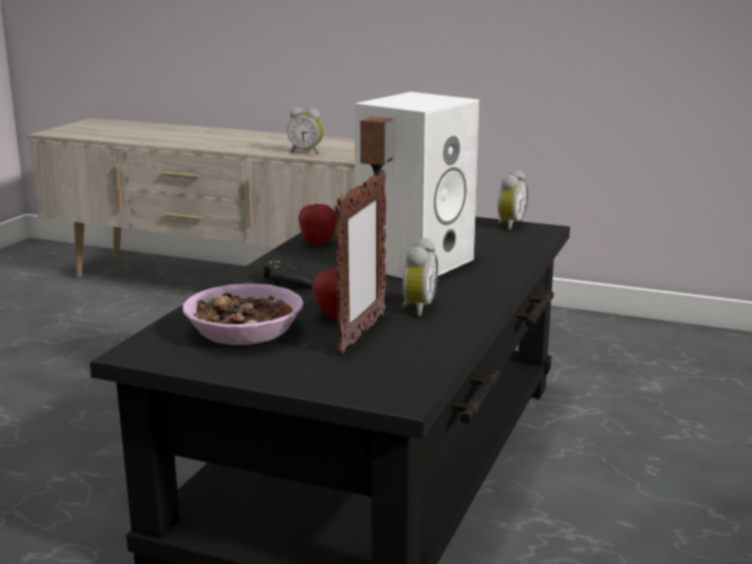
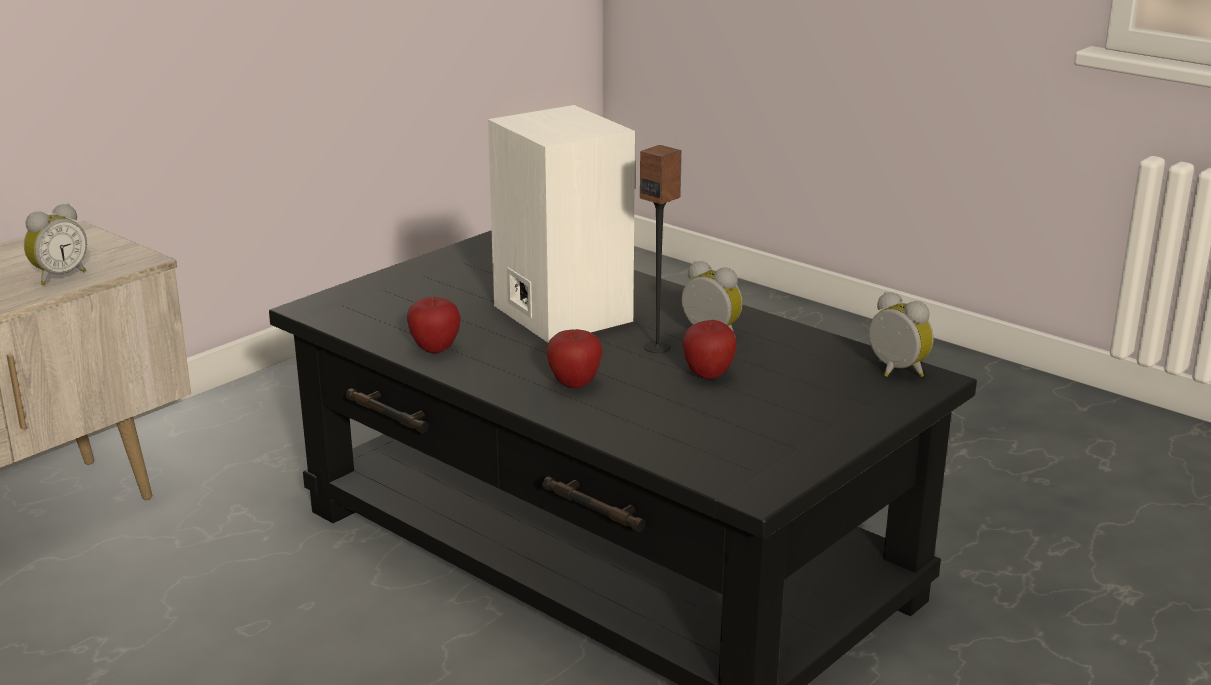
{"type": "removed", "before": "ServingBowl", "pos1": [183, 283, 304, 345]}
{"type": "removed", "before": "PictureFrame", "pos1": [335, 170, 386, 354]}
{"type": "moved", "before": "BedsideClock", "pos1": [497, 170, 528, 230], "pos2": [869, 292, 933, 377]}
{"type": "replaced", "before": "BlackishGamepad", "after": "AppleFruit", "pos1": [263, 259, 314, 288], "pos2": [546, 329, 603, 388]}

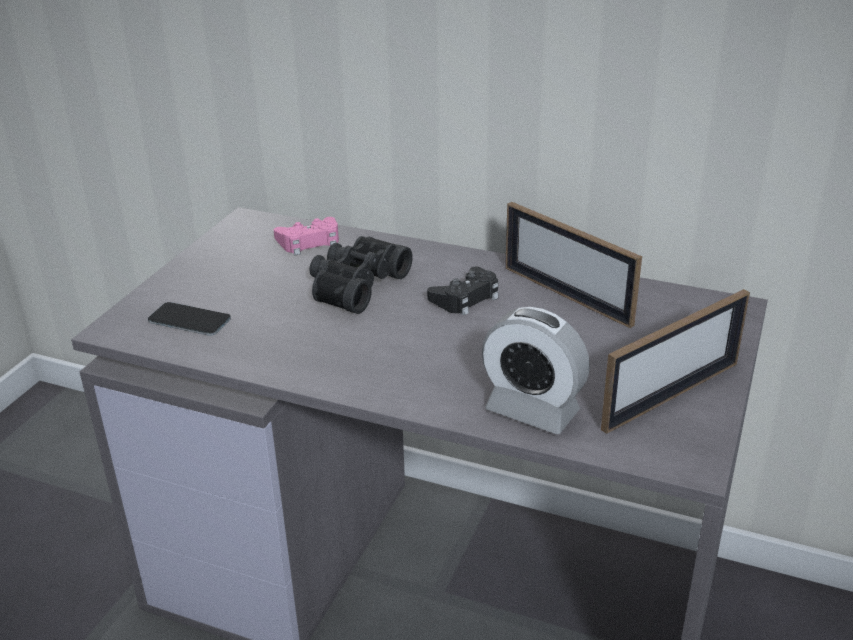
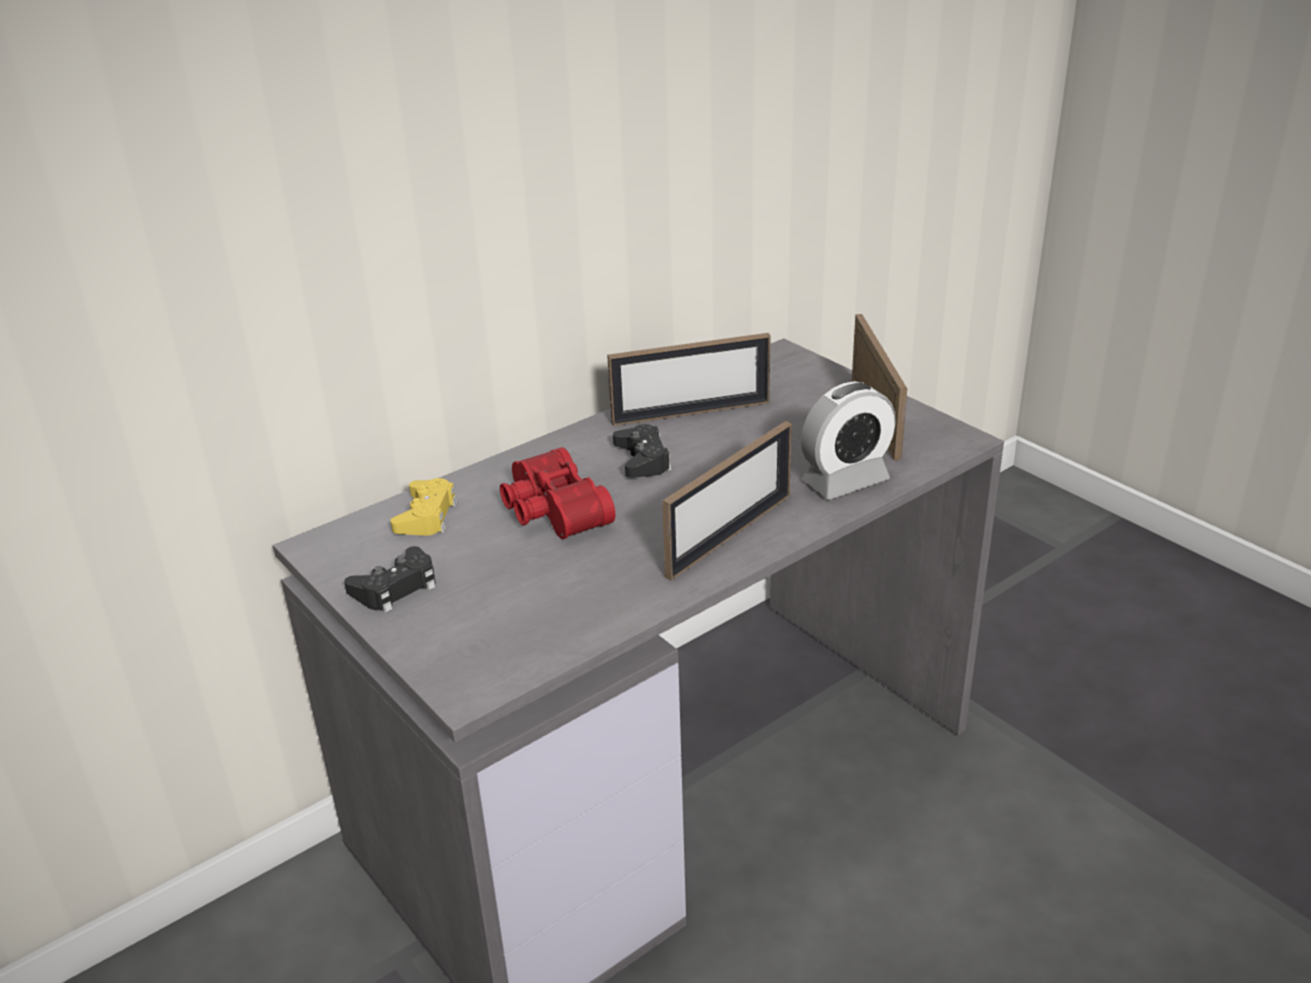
{"type": "removed", "before": "Phone", "pos1": [148, 302, 231, 336]}
{"type": "added", "after": "BlackishGamepad", "pos2": [344, 546, 436, 613]}
{"type": "added", "after": "PictureFrame", "pos2": [662, 421, 792, 580]}
{"type": "recoloured", "before": "PinkColouredGamepad", "after": "YellowColouredGamepad", "pos1": [274, 217, 339, 255], "pos2": [390, 478, 458, 536]}
{"type": "recoloured", "before": "BlackishFieldGlasses", "after": "ReddishFieldGlasses", "pos1": [309, 236, 413, 314], "pos2": [500, 447, 615, 539]}

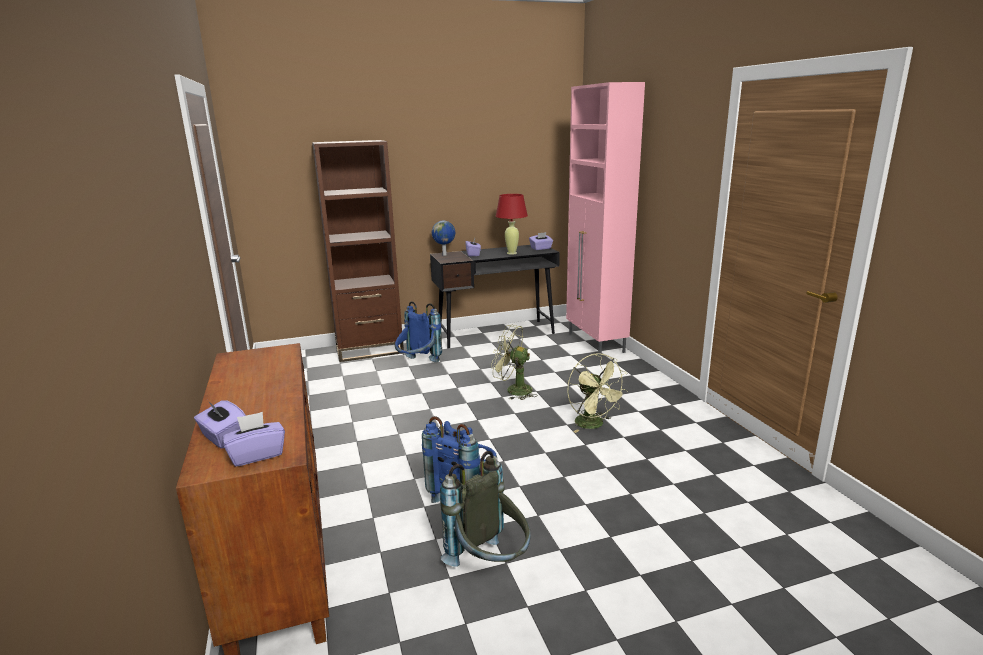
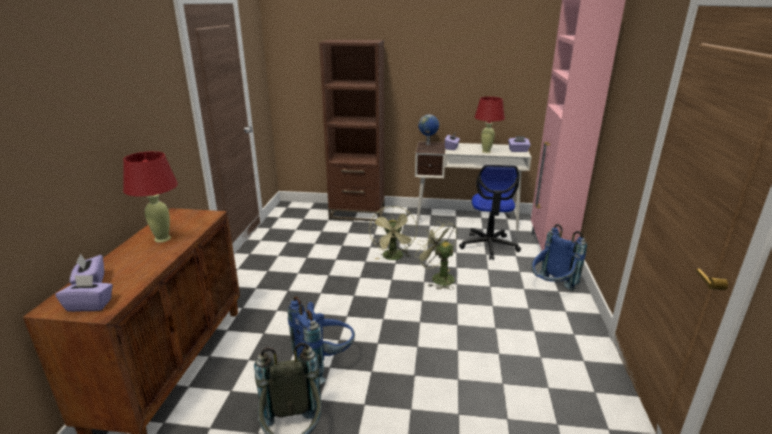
{"type": "added", "after": "ReddishTabletopLamp", "pos2": [123, 151, 178, 243]}
{"type": "added", "after": "DeskChair", "pos2": [459, 165, 521, 260]}
{"type": "moved", "before": "BlueRucksack", "pos1": [395, 301, 442, 362], "pos2": [531, 224, 587, 291]}
{"type": "moved", "before": "GreenColouredFan", "pos1": [567, 353, 628, 433], "pos2": [369, 206, 417, 260]}
{"type": "recoloured", "before": "BlackishDeskUnit", "after": "WhitishDeskUnit", "pos1": [430, 245, 560, 348], "pos2": [415, 142, 532, 231]}

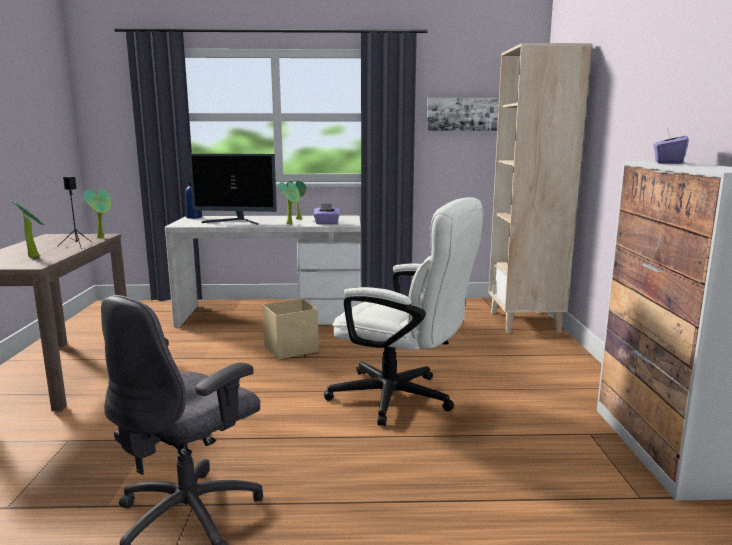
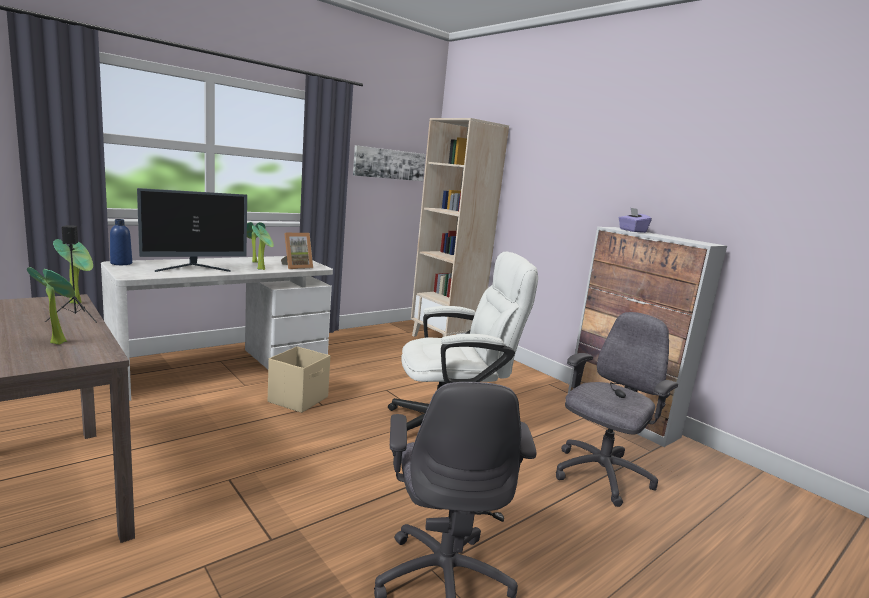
{"type": "added", "after": "GreyishDeskChair", "pos2": [556, 312, 678, 507]}
{"type": "replaced", "before": "PurpleColouredTissueHolder", "after": "PictureFrame", "pos1": [313, 204, 340, 224], "pos2": [281, 233, 313, 269]}

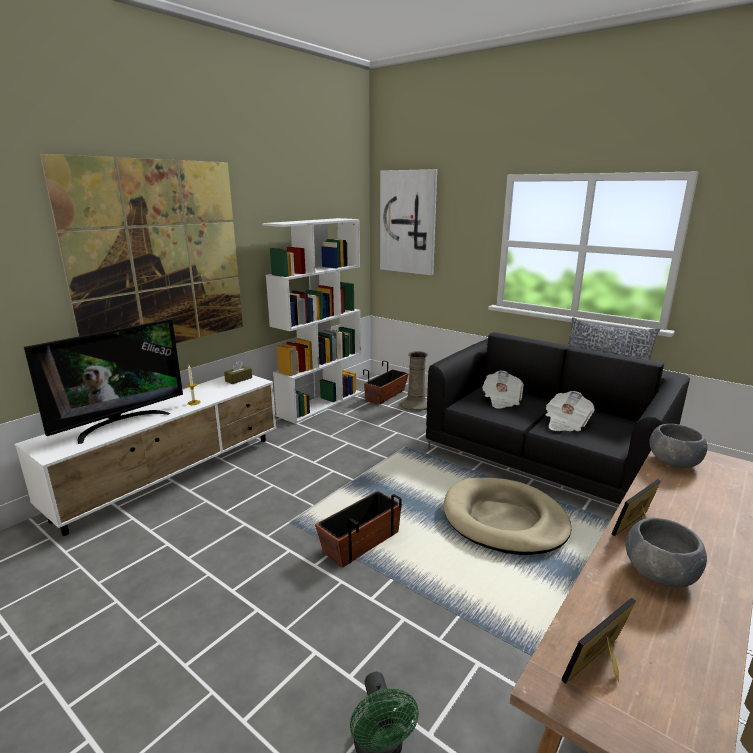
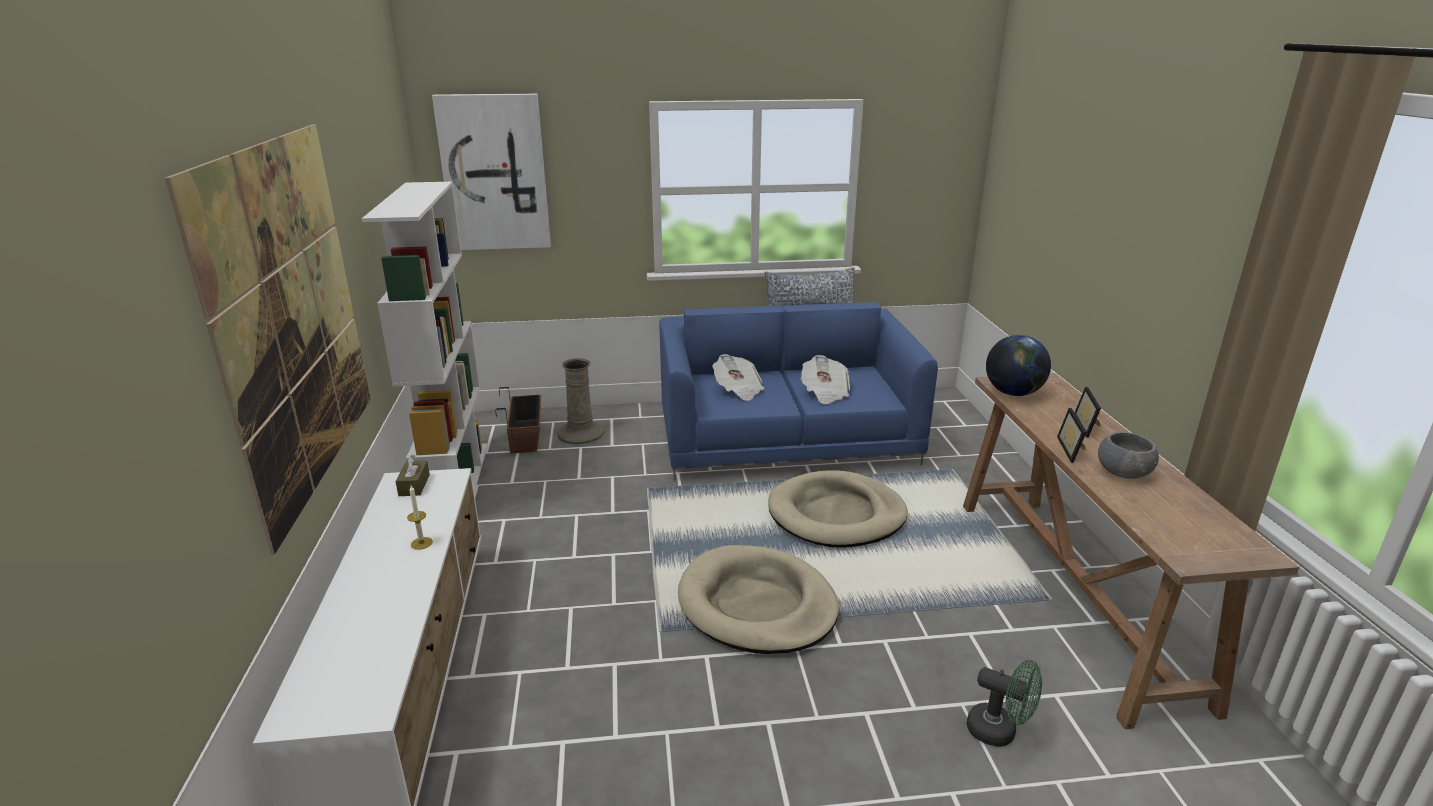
{"type": "removed", "before": "Television", "pos1": [24, 319, 183, 444]}
{"type": "moved", "before": "PictureFrame", "pos1": [562, 598, 636, 684], "pos2": [1074, 387, 1101, 438]}
{"type": "replaced", "before": "FlowerPot", "after": "SandColouredPetBed", "pos1": [315, 491, 402, 568], "pos2": [678, 545, 839, 654]}
{"type": "replaced", "before": "GreyishServingBowl", "after": "Globe", "pos1": [649, 424, 708, 468], "pos2": [986, 335, 1051, 396]}
{"type": "recoloured", "before": "BlackishCouch", "after": "BlueCouch", "pos1": [426, 332, 690, 505], "pos2": [659, 302, 938, 480]}

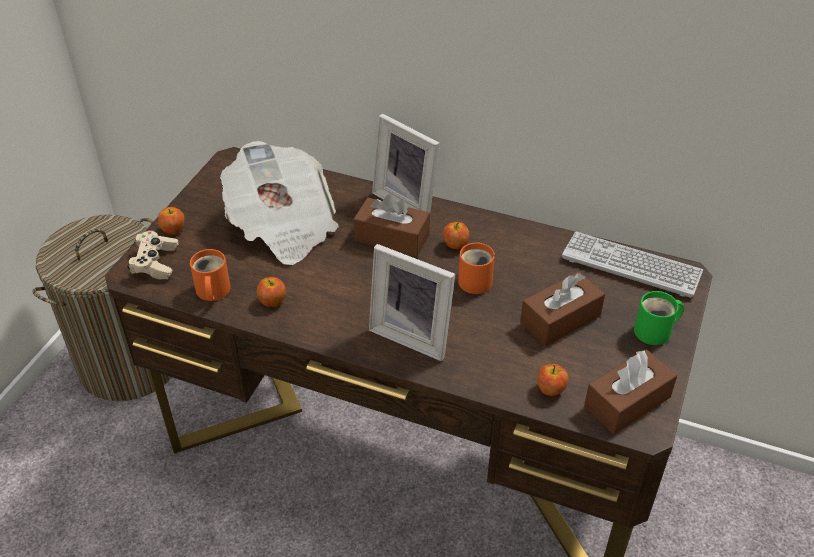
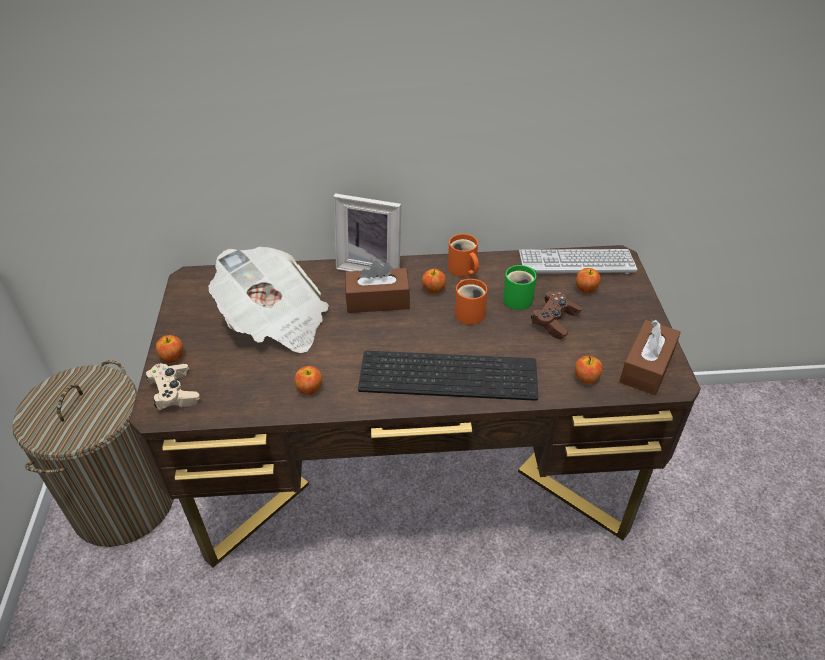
{"type": "added", "after": "AppleFruit", "pos2": [576, 268, 601, 293]}
{"type": "moved", "before": "OrangeyMug", "pos1": [190, 249, 230, 301], "pos2": [448, 234, 479, 277]}
{"type": "moved", "before": "GreenColouredMug", "pos1": [634, 291, 684, 345], "pos2": [503, 265, 536, 310]}
{"type": "replaced", "before": "PictureFrame", "after": "Keyboard", "pos1": [369, 244, 455, 361], "pos2": [358, 351, 538, 401]}
{"type": "replaced", "before": "BrownishTissueHolder", "after": "BrownishGamepad", "pos1": [520, 272, 605, 346], "pos2": [531, 291, 582, 340]}

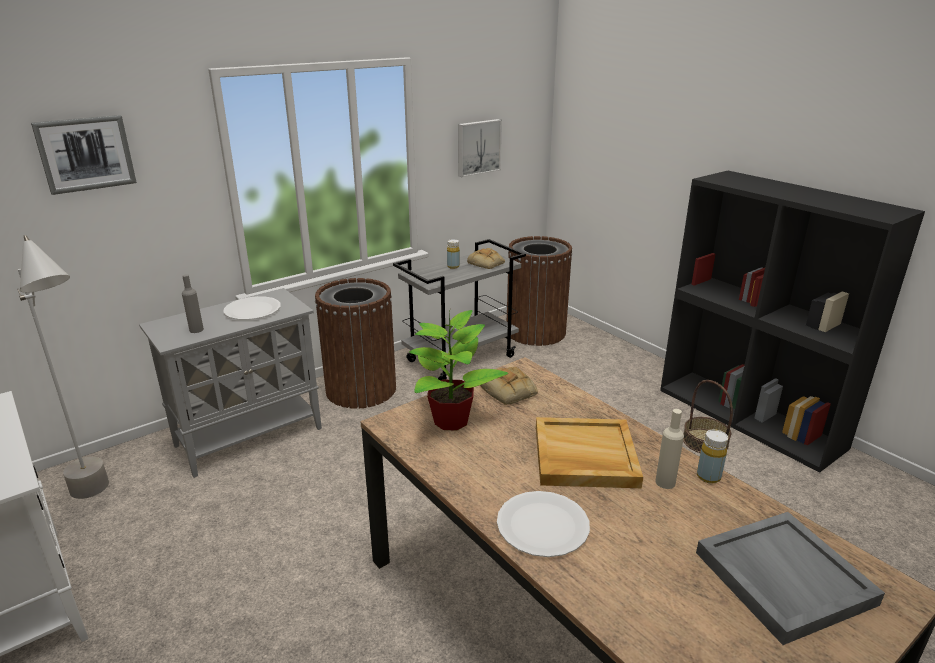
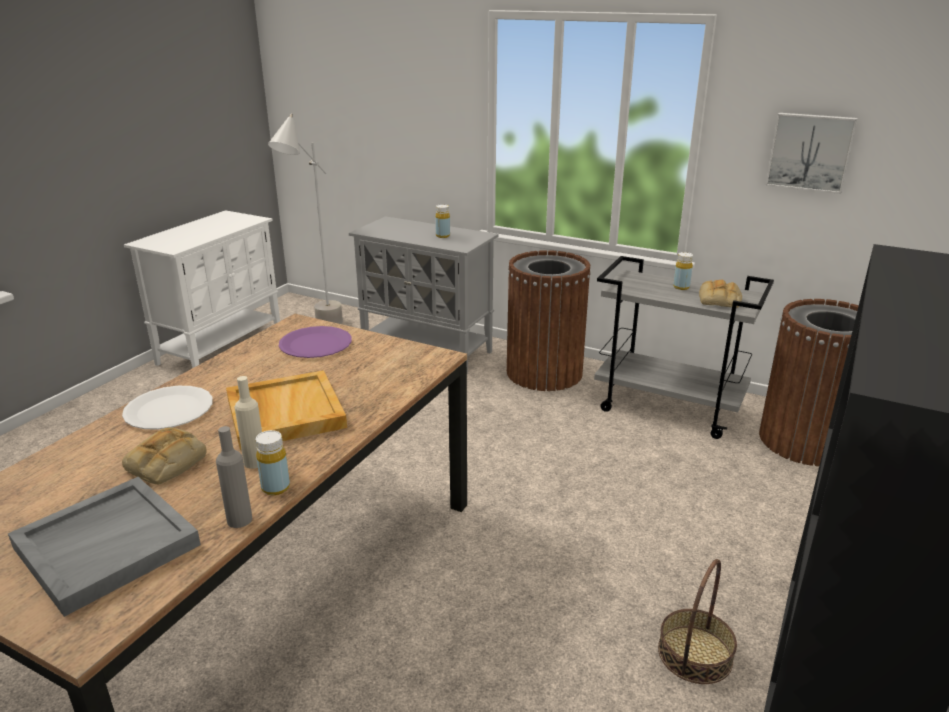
{"type": "removed", "before": "WallArt", "pos1": [31, 115, 137, 195]}
{"type": "moved", "before": "GreyishDrinkBottle", "pos1": [182, 274, 204, 333], "pos2": [216, 426, 252, 528]}
{"type": "moved", "before": "Bread", "pos1": [480, 367, 538, 405], "pos2": [122, 427, 207, 484]}
{"type": "replaced", "before": "WhitishFlatDish", "after": "YellowColouredDrinkBottle", "pos1": [223, 296, 281, 320], "pos2": [435, 204, 450, 238]}
{"type": "replaced", "before": "PlantInAPot", "after": "PurpleColouredFlatDish", "pos1": [409, 310, 508, 430], "pos2": [279, 326, 352, 358]}

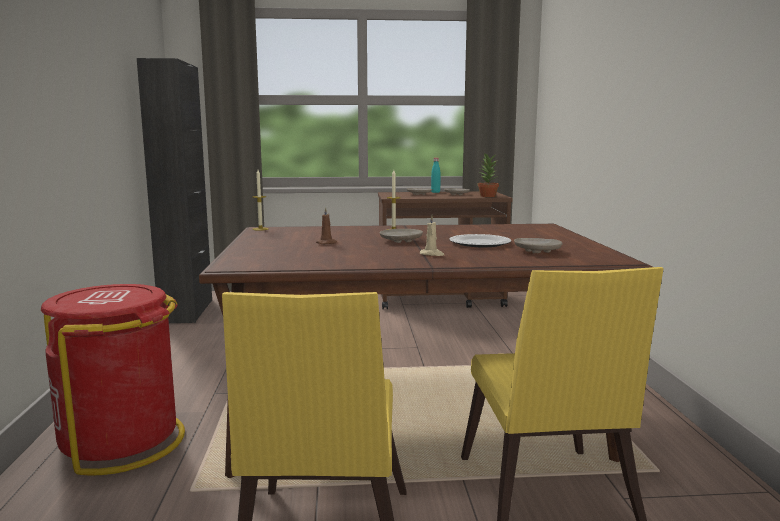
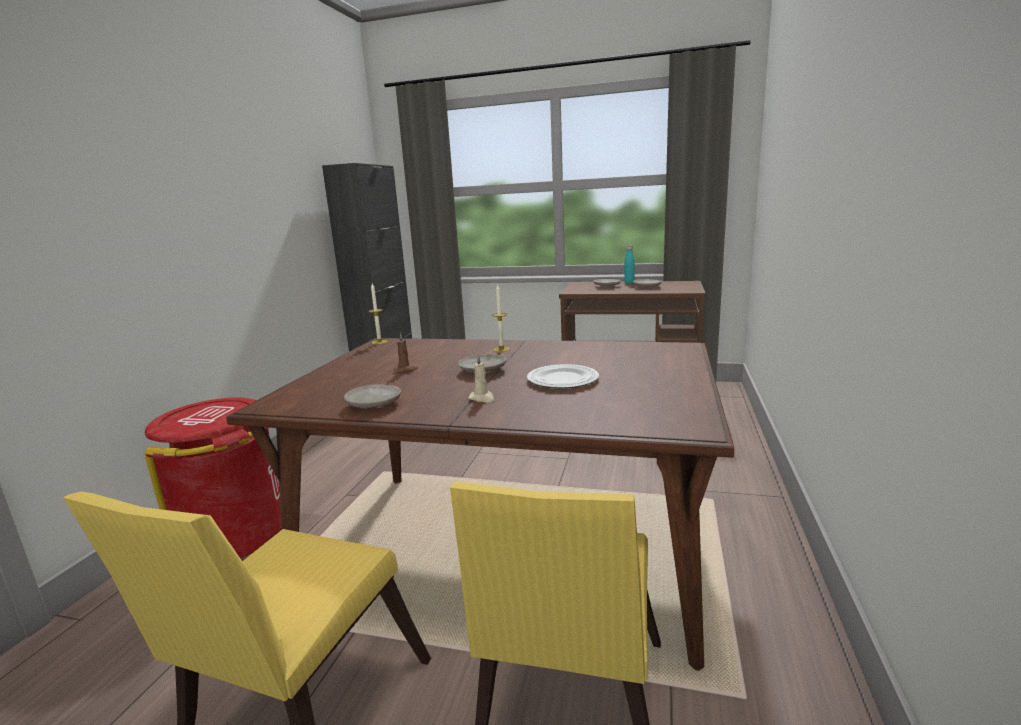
{"type": "removed", "before": "PlantInAPot", "pos1": [478, 153, 499, 197]}
{"type": "moved", "before": "SandColouredFlatDish", "pos1": [514, 238, 563, 253], "pos2": [344, 384, 401, 409]}

